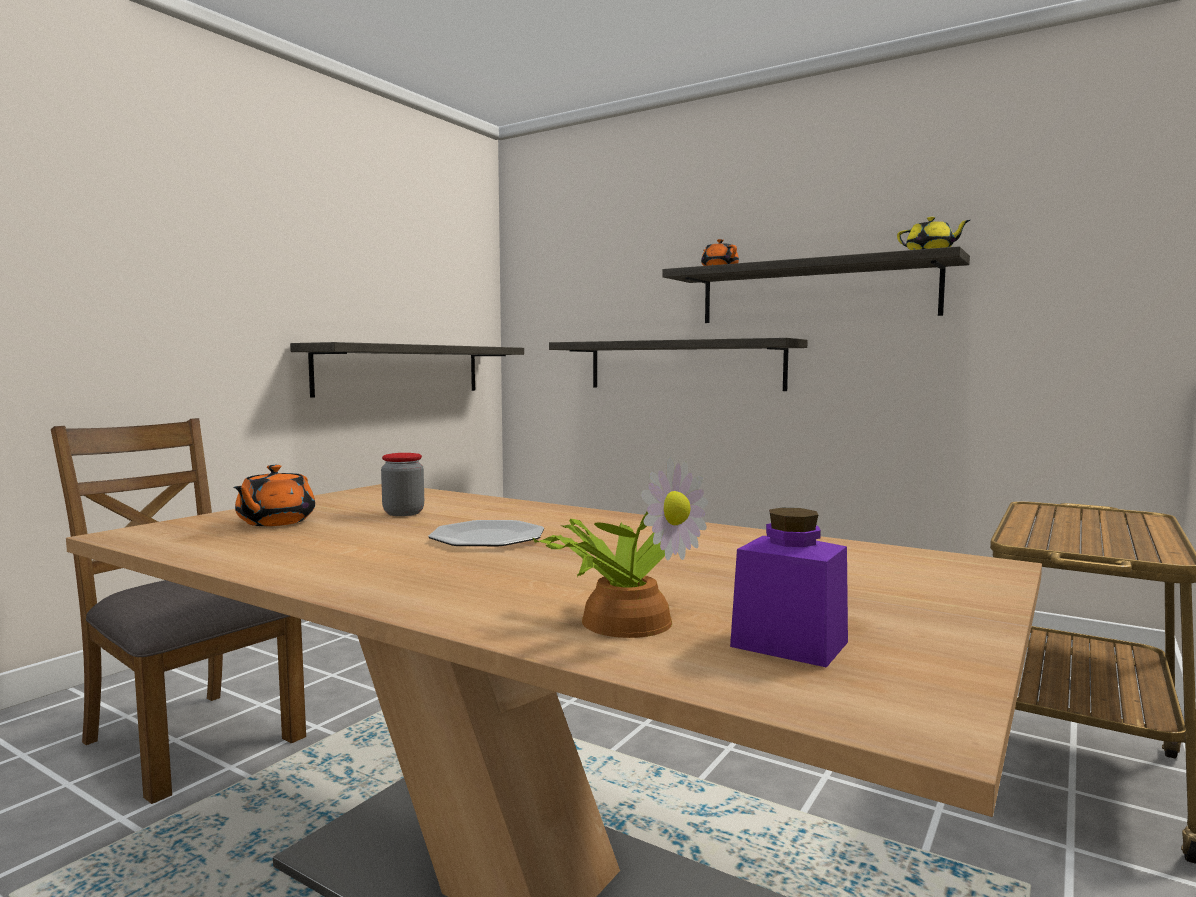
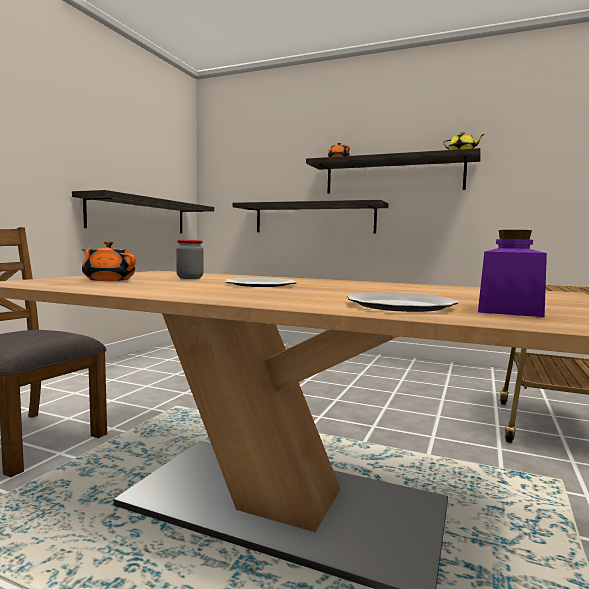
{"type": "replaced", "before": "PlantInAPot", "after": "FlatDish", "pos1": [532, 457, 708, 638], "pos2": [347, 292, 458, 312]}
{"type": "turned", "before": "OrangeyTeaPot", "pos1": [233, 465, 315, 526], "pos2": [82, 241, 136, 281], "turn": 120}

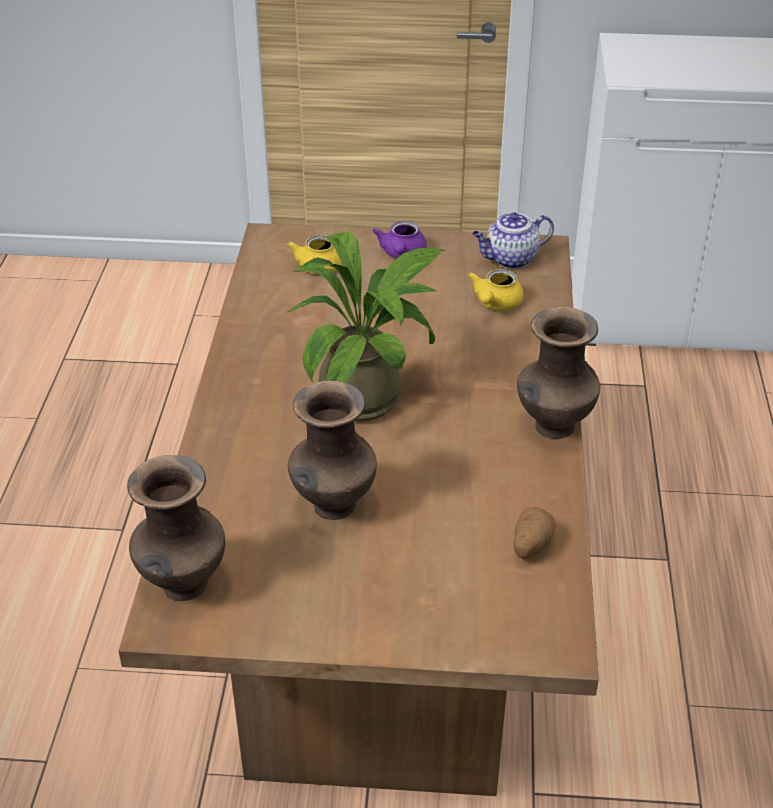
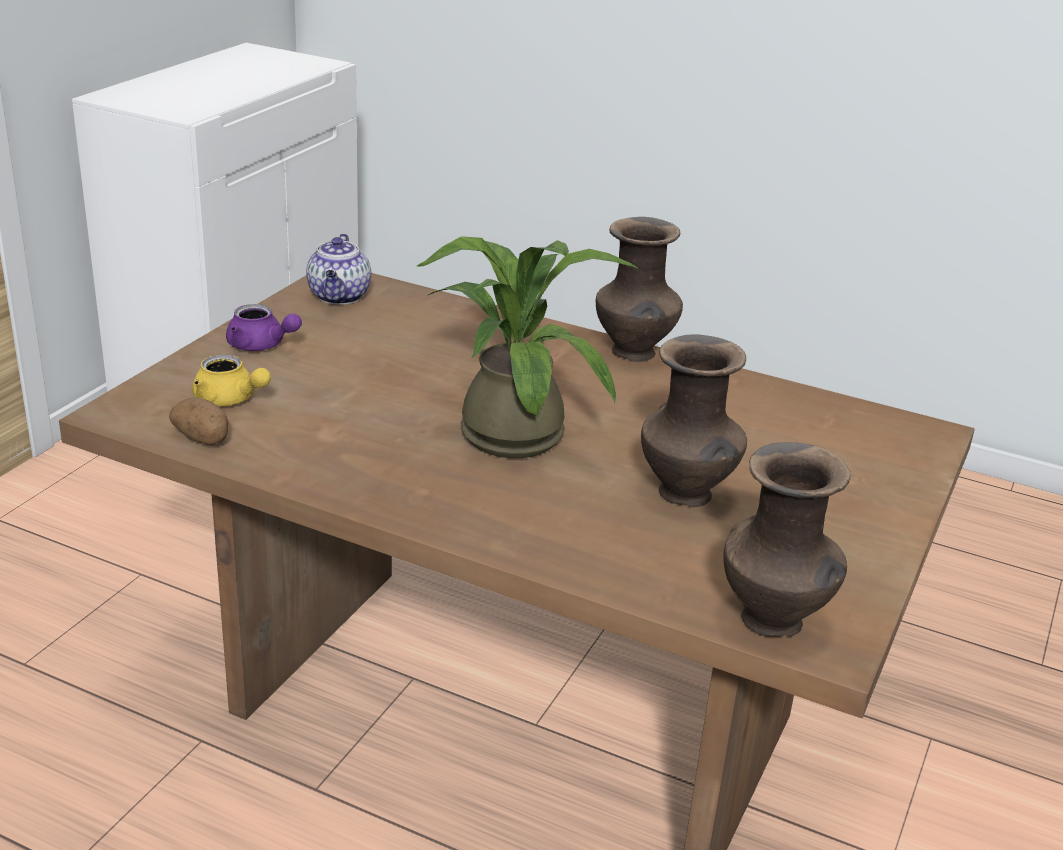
{"type": "removed", "before": "YellowColouredTeaPot", "pos1": [468, 269, 524, 310]}
{"type": "moved", "before": "WholePotato", "pos1": [513, 507, 556, 559], "pos2": [169, 398, 228, 445]}

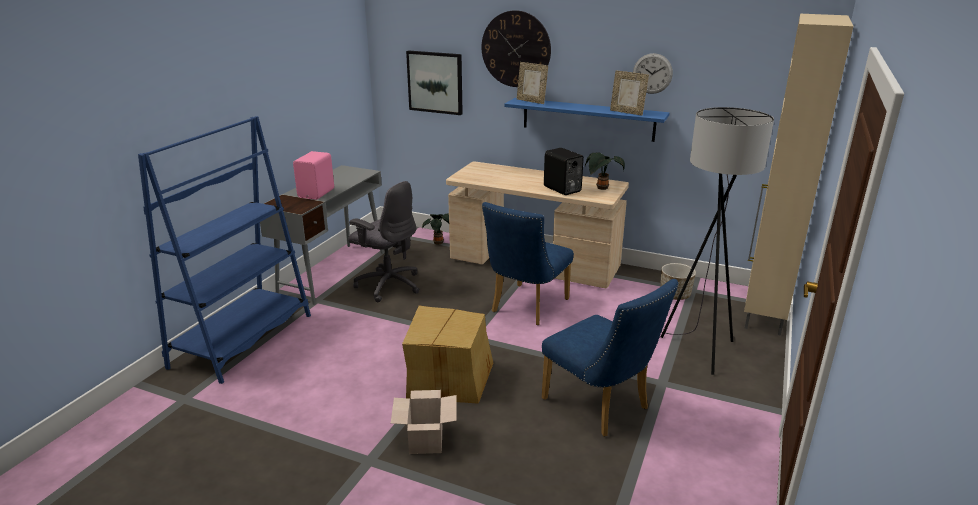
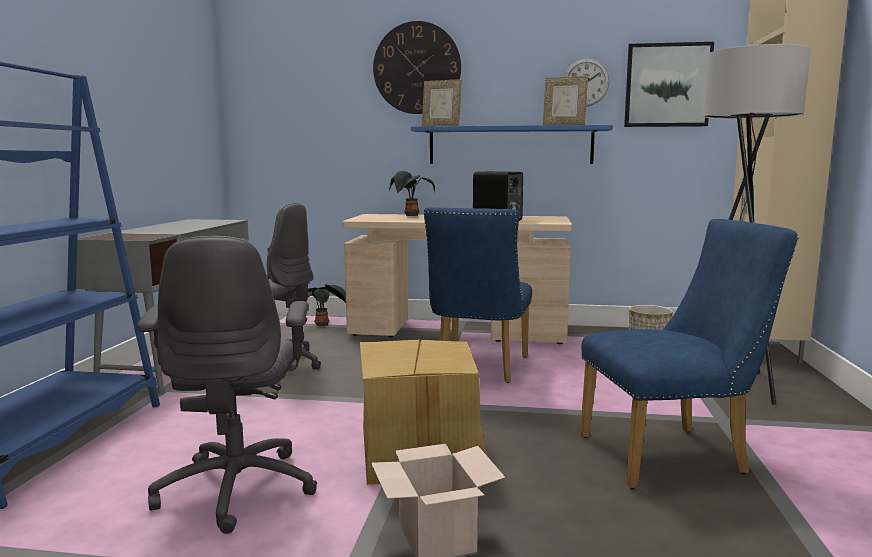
{"type": "removed", "before": "PinkColouredSpeaker", "pos1": [293, 151, 334, 200]}
{"type": "added", "after": "GreyishDeskChair", "pos2": [137, 236, 317, 534]}
{"type": "moved", "before": "WallArt", "pos1": [406, 50, 463, 115], "pos2": [624, 42, 714, 127]}
{"type": "moved", "before": "PlantInAPot", "pos1": [585, 152, 625, 190], "pos2": [389, 171, 435, 216]}
{"type": "turned", "before": "BluePlainChair", "pos1": [541, 279, 679, 436], "pos2": [580, 219, 799, 489], "turn": -45}

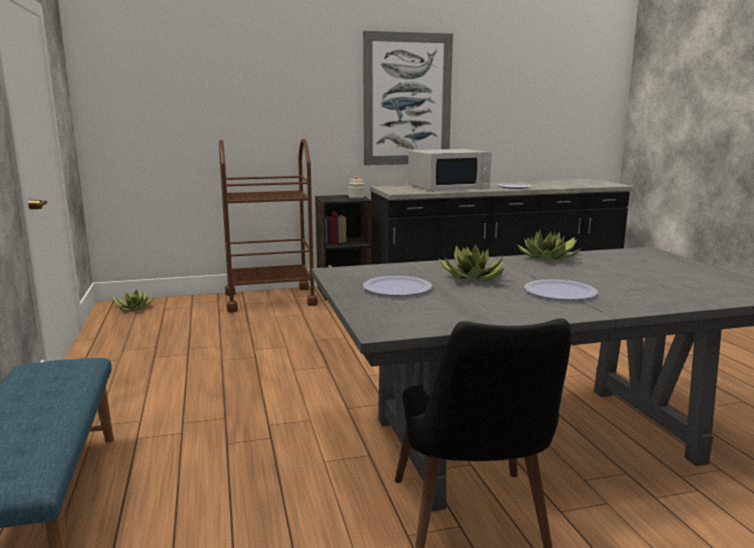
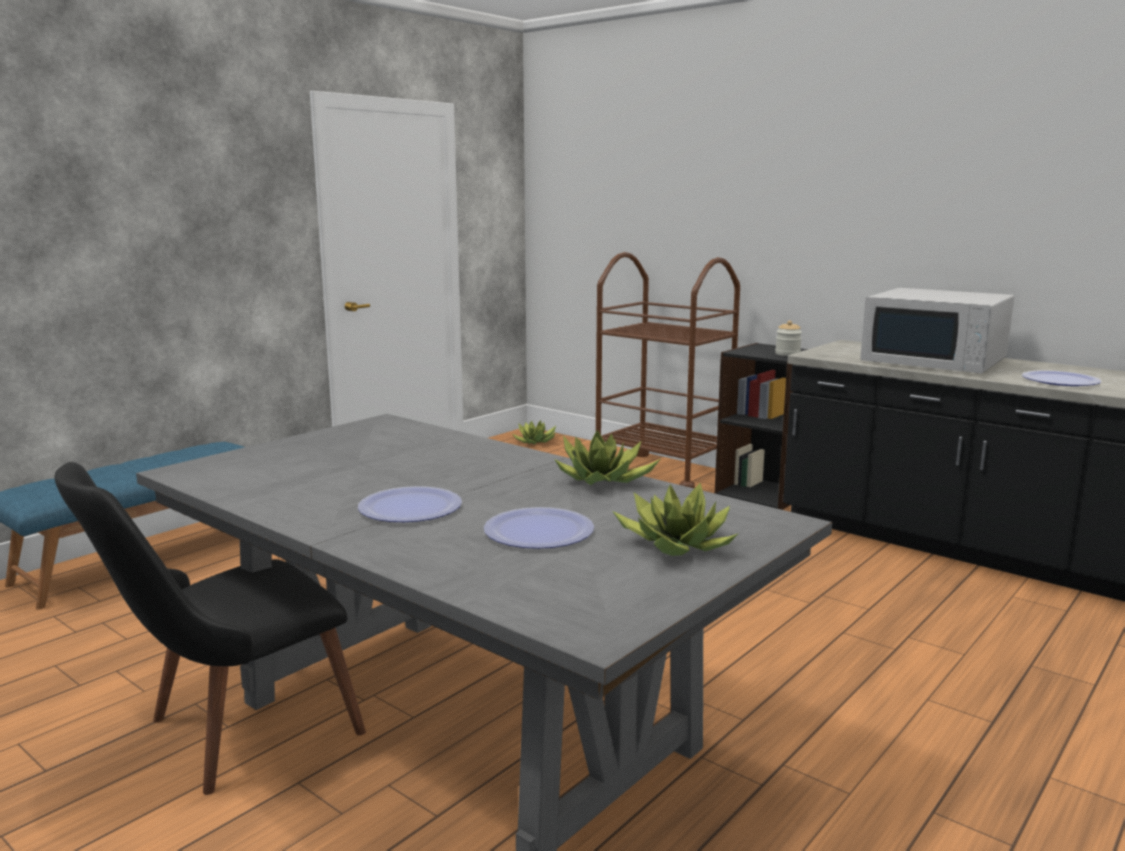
{"type": "removed", "before": "WallArt", "pos1": [363, 31, 453, 165]}
{"type": "moved", "before": "FlatDish", "pos1": [363, 276, 432, 296], "pos2": [484, 507, 594, 549]}
{"type": "moved", "before": "PlantInAPot", "pos1": [439, 244, 505, 282], "pos2": [612, 483, 739, 556]}

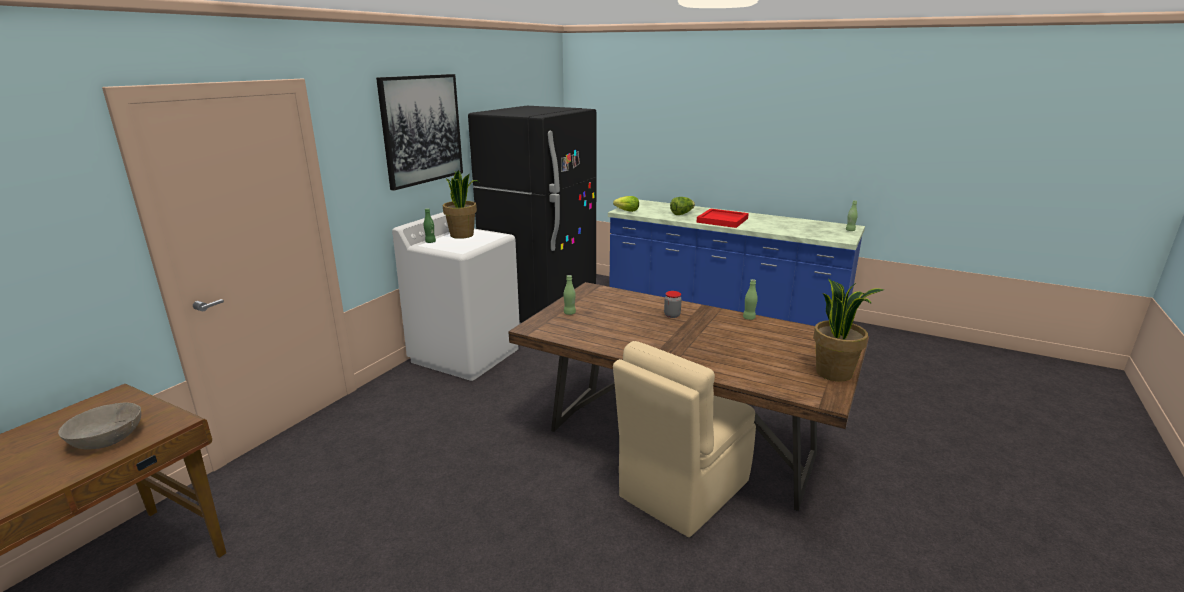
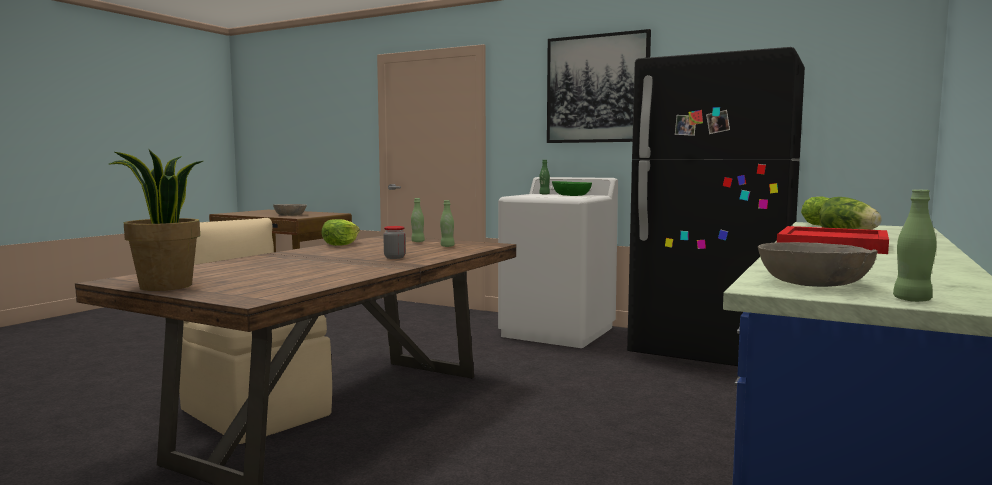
{"type": "added", "after": "Lettuce", "pos2": [321, 219, 360, 246]}
{"type": "added", "after": "GreyishServingBowl", "pos2": [758, 242, 878, 287]}
{"type": "moved", "before": "GreenColouredDrinkBottle", "pos1": [743, 279, 758, 320], "pos2": [440, 200, 455, 247]}
{"type": "replaced", "before": "PlantInAPot", "after": "GreenColouredServingBowl", "pos1": [443, 170, 479, 239], "pos2": [552, 181, 592, 196]}

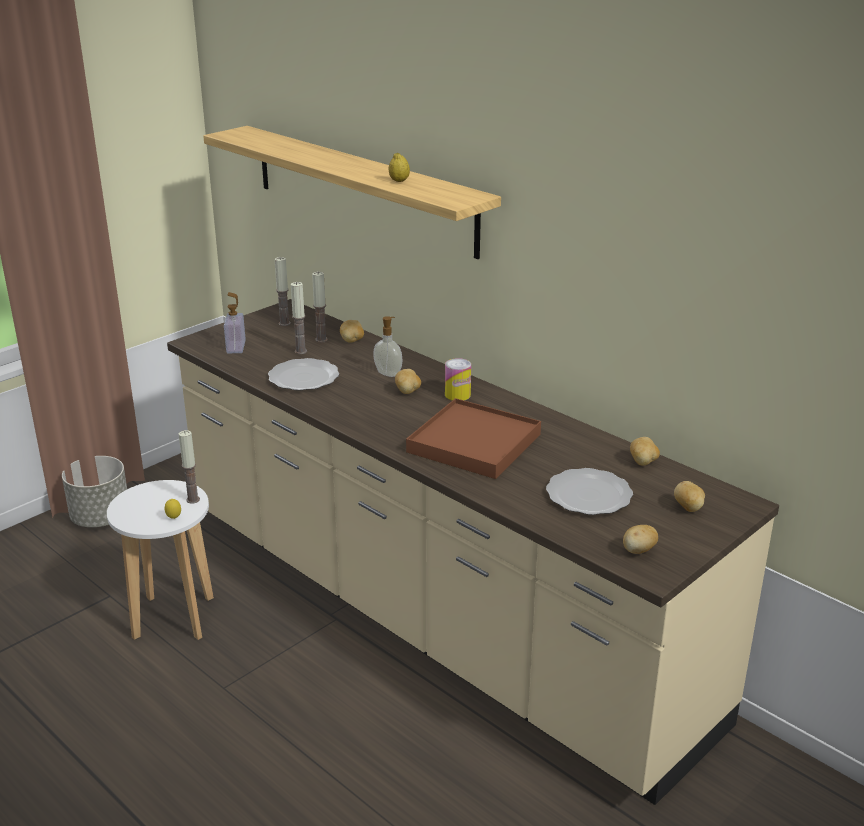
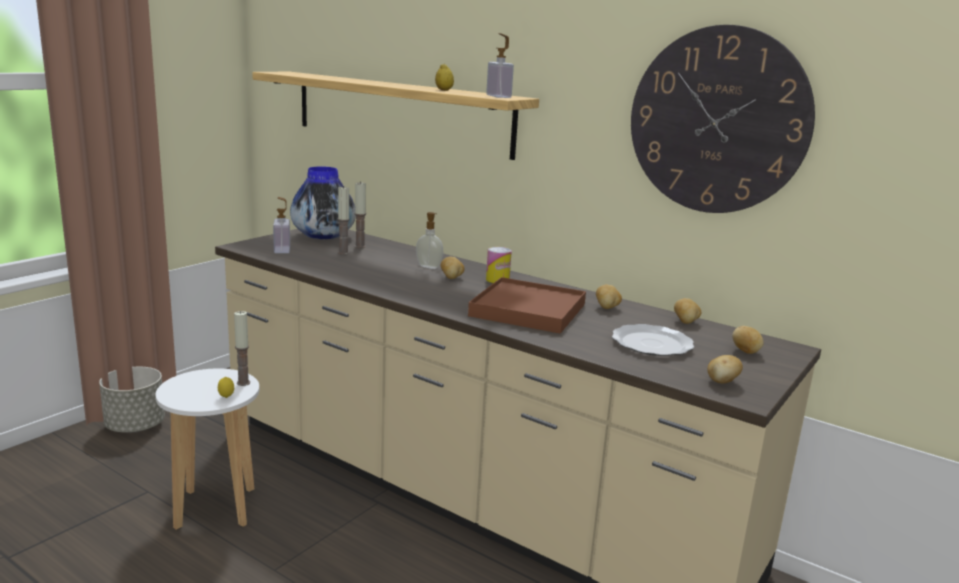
{"type": "removed", "before": "FlatDish", "pos1": [268, 358, 339, 390]}
{"type": "added", "after": "SoapDispenser", "pos2": [486, 33, 514, 98]}
{"type": "added", "after": "ClockOnTheWall", "pos2": [631, 25, 815, 213]}
{"type": "moved", "before": "WholePotato", "pos1": [340, 320, 364, 343], "pos2": [596, 284, 622, 309]}
{"type": "replaced", "before": "WaxLight", "after": "DecorativeVase", "pos1": [274, 257, 291, 326], "pos2": [290, 166, 356, 239]}

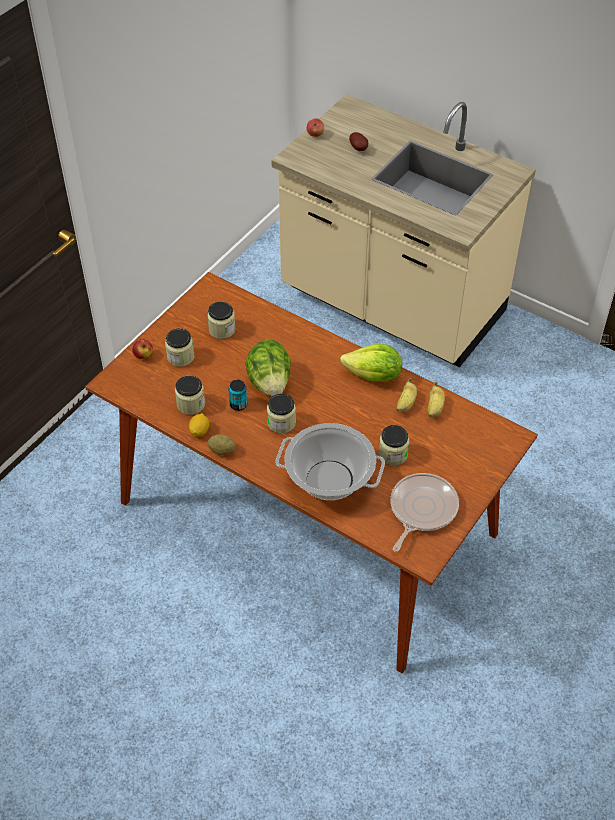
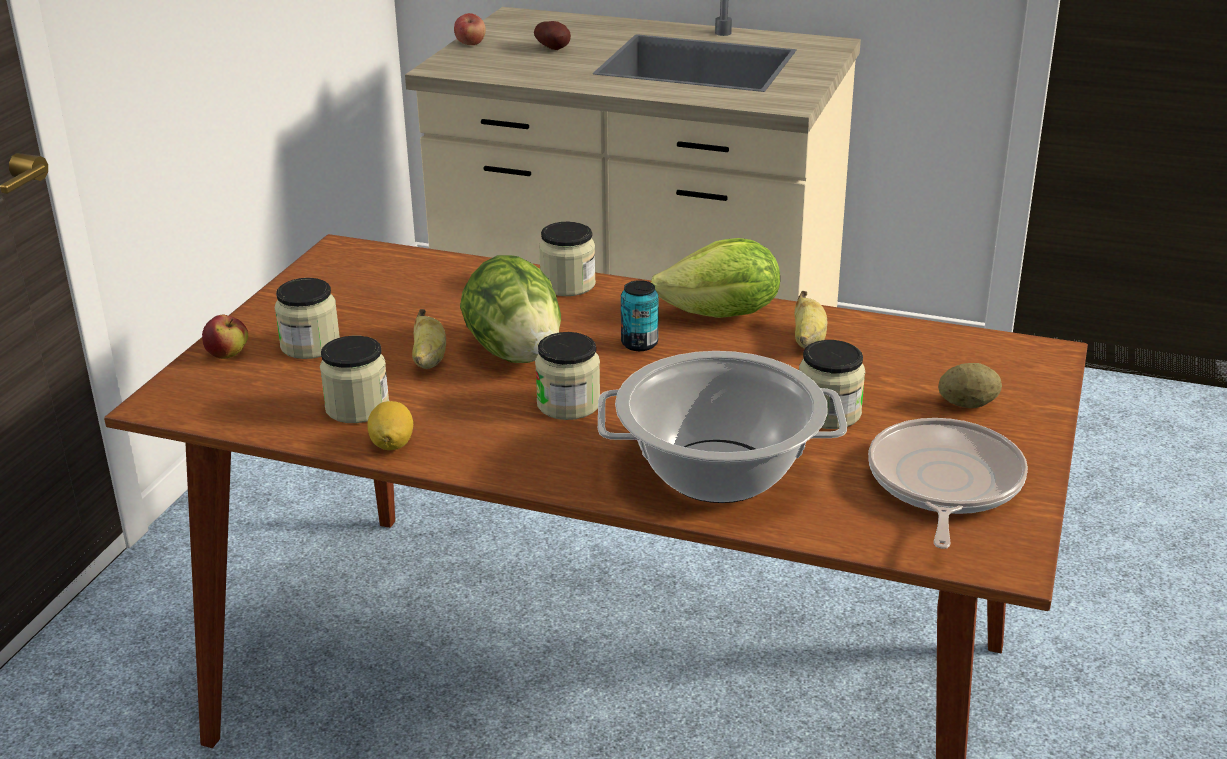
{"type": "moved", "before": "PreserveJar", "pos1": [207, 301, 236, 339], "pos2": [539, 222, 596, 296]}
{"type": "moved", "before": "WholePotato", "pos1": [208, 434, 235, 455], "pos2": [938, 363, 1002, 408]}
{"type": "moved", "before": "MetalCan", "pos1": [228, 380, 247, 411], "pos2": [621, 280, 659, 351]}
{"type": "moved", "before": "WholeBanana", "pos1": [427, 382, 445, 417], "pos2": [412, 309, 446, 369]}

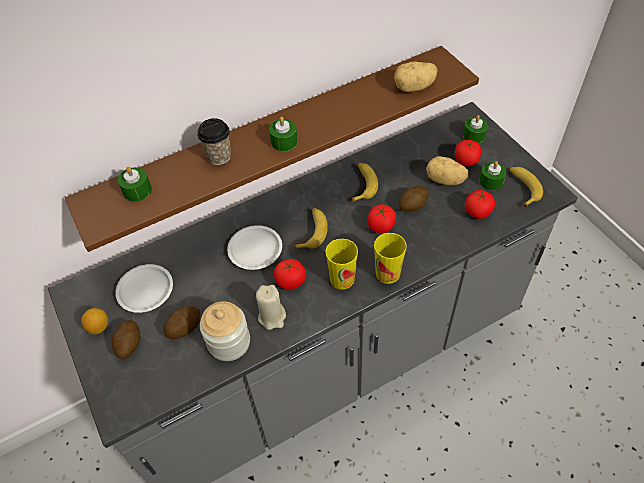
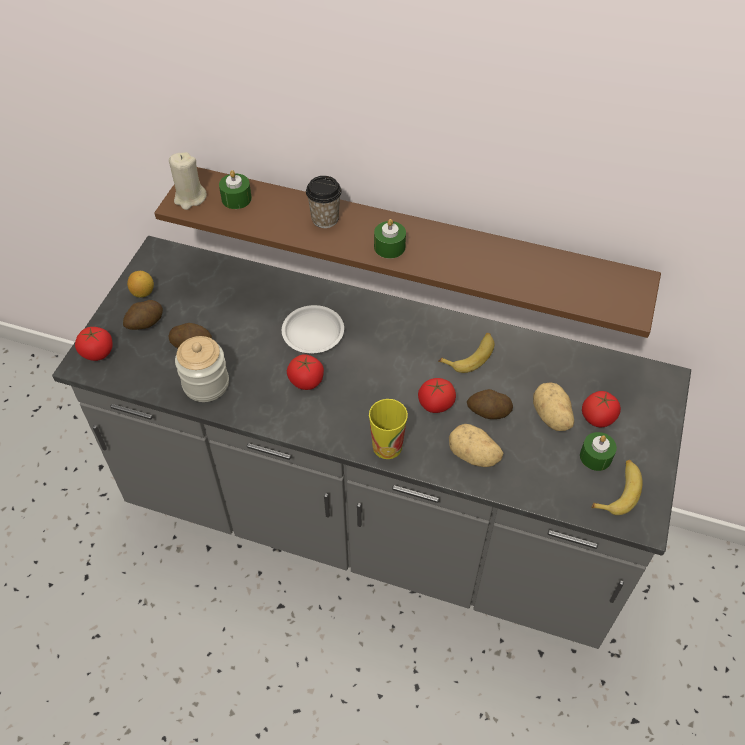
{"type": "removed", "before": "WhitishFlatDish", "pos1": [115, 264, 173, 313]}
{"type": "removed", "before": "WholeBanana", "pos1": [294, 208, 328, 249]}
{"type": "removed", "before": "DrinkingCup", "pos1": [325, 238, 358, 290]}
{"type": "removed", "before": "GreenColouredWaxLight", "pos1": [463, 115, 488, 143]}
{"type": "moved", "before": "SandColouredWaxLight", "pos1": [256, 285, 286, 330], "pos2": [169, 152, 207, 210]}
{"type": "moved", "before": "WholePotato", "pos1": [394, 61, 437, 92], "pos2": [449, 424, 503, 467]}
{"type": "moved", "before": "WholeTomato", "pos1": [465, 190, 495, 219], "pos2": [75, 327, 113, 361]}

